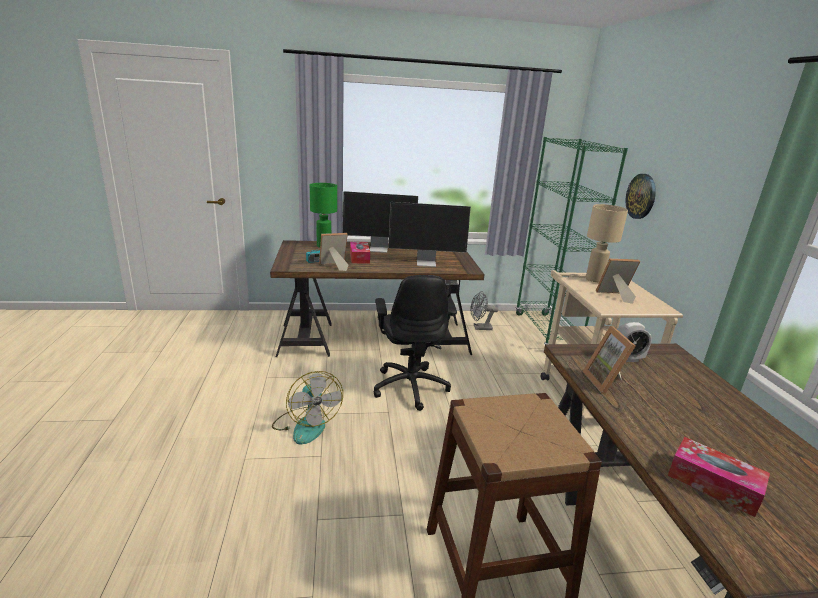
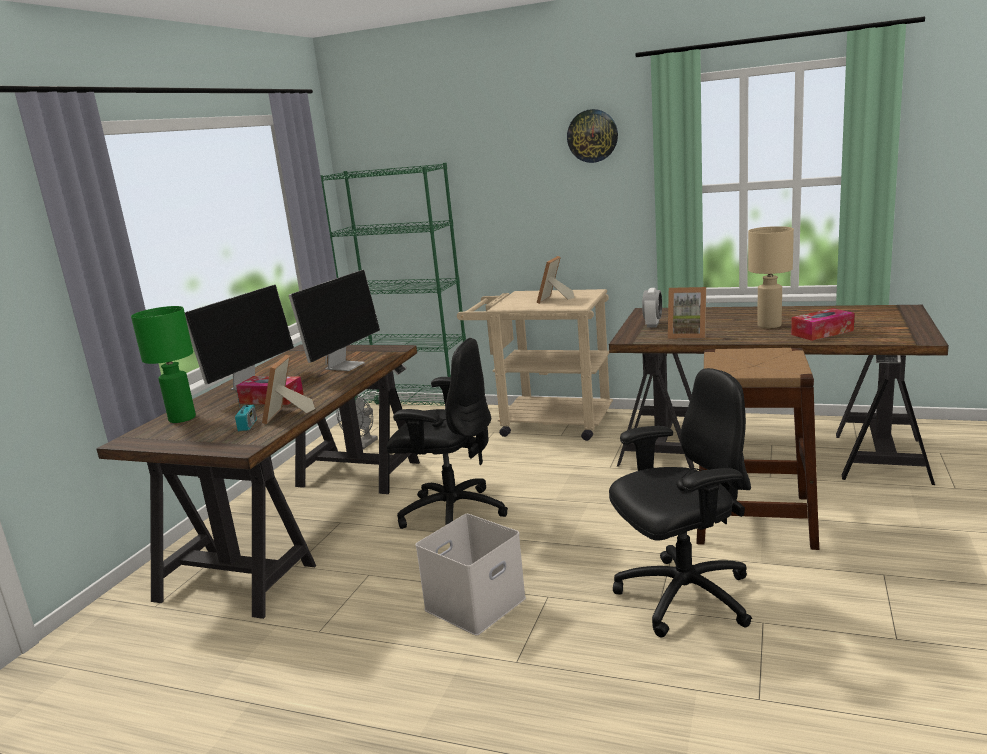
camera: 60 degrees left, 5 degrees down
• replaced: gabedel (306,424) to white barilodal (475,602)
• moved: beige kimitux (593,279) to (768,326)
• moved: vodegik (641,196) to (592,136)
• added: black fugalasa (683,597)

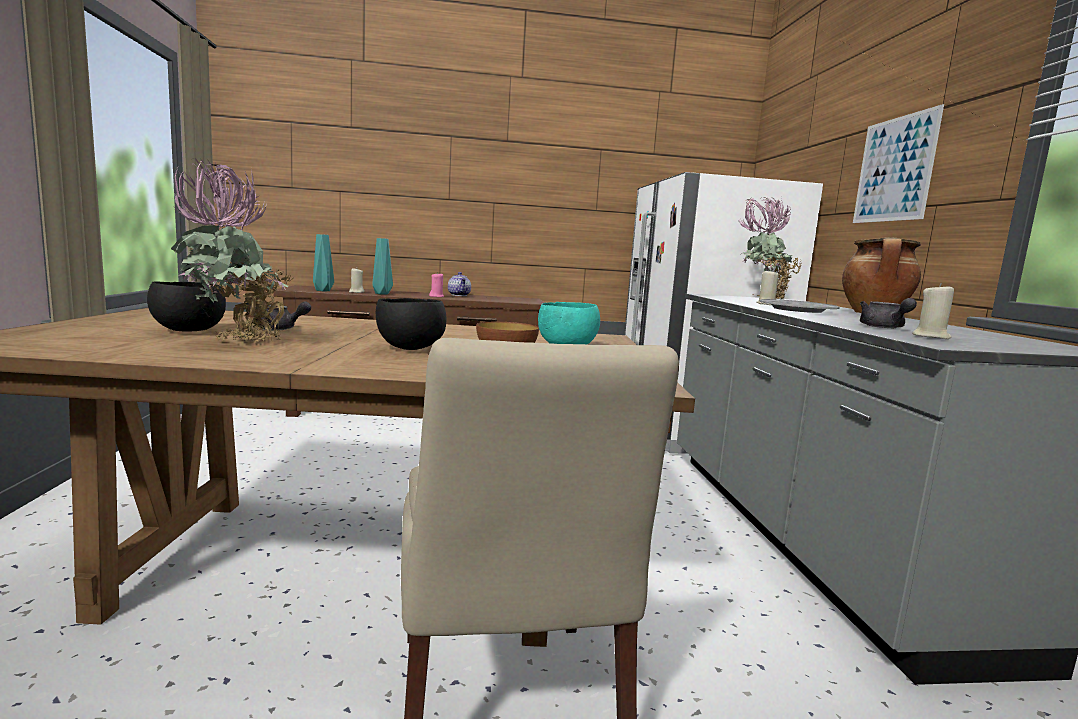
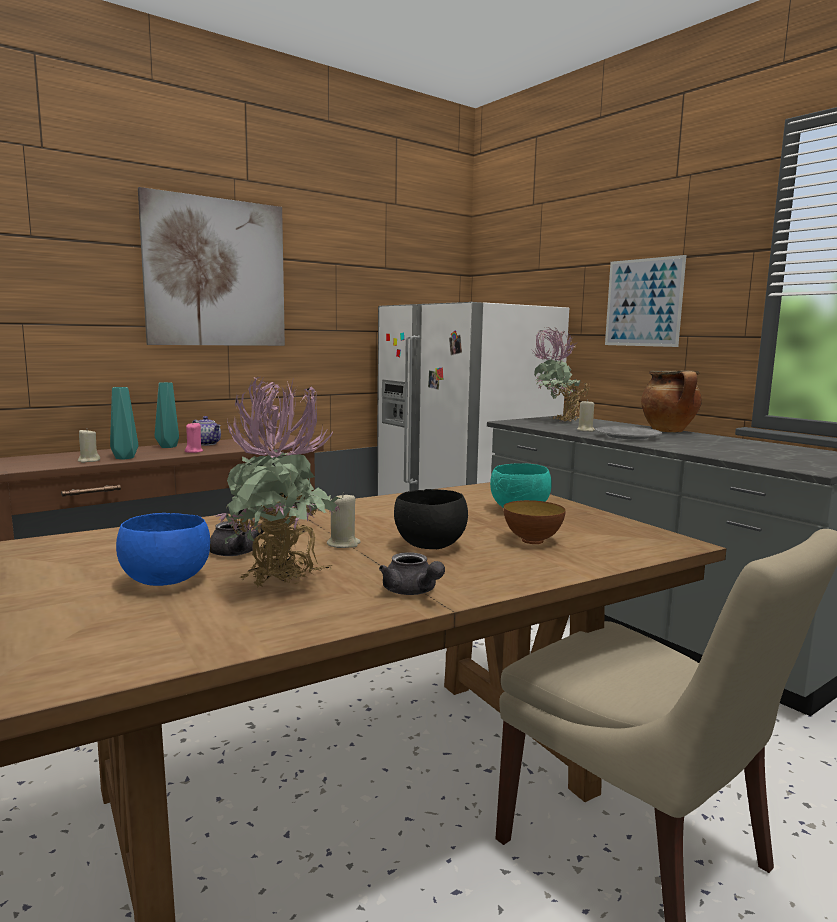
camera: 30 degrees left, 0 degrees up
• recoloured: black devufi (189,331) to blue devufi (164,581)
• moved: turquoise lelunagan (322,290) to (167,447)
• moved: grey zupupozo (884,327) to (412,592)
• moved: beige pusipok (931,337) to (343,544)
• added: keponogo (216,273)

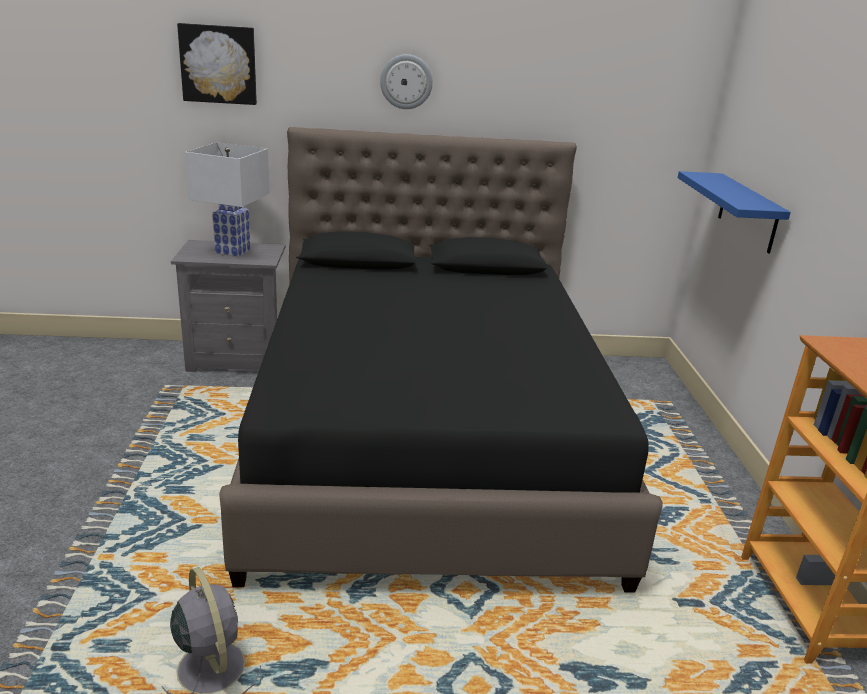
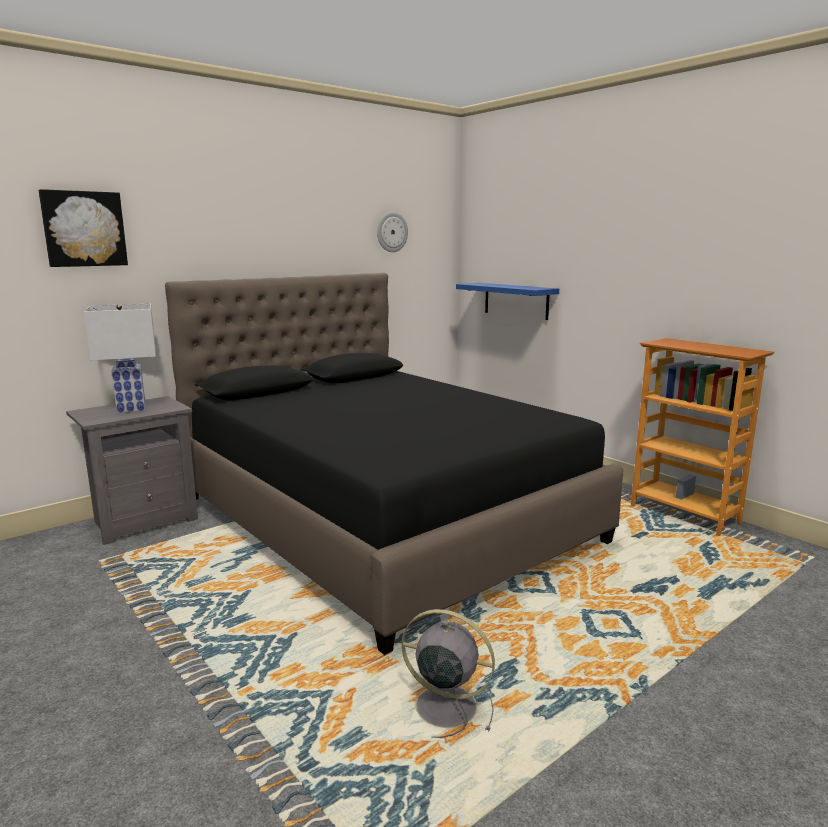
camera: 35 degrees left, 10 degrees down
• moved: vodegik (406,82) to (391,232)

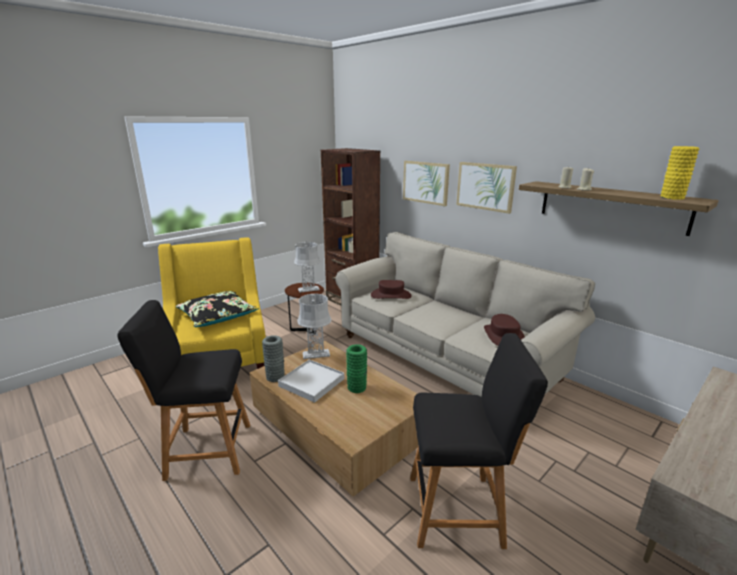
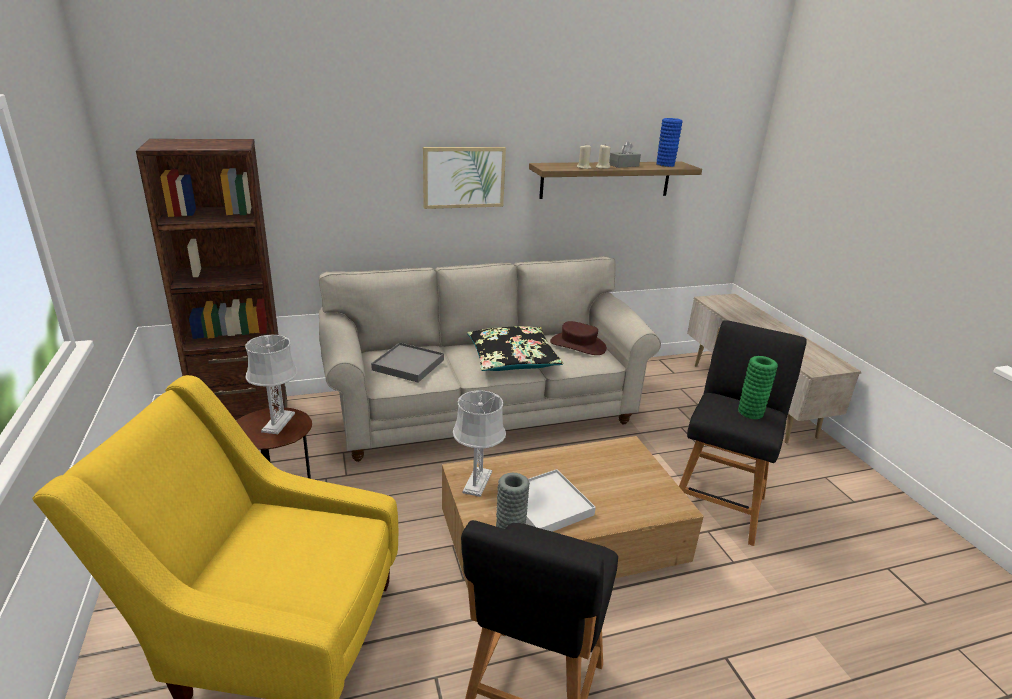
camera: 65 degrees left, 5 degrees up
• moved: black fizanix (218,316) to (512,359)
• moved: green lelunagan (357,387) to (750,412)
• replaced: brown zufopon (391,295) to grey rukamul (408,365)
• removed: keponogo (426,182)
• recoloured: yellow lelunagan (672,197) to blue lelunagan (665,165)
• added: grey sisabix (624,165)

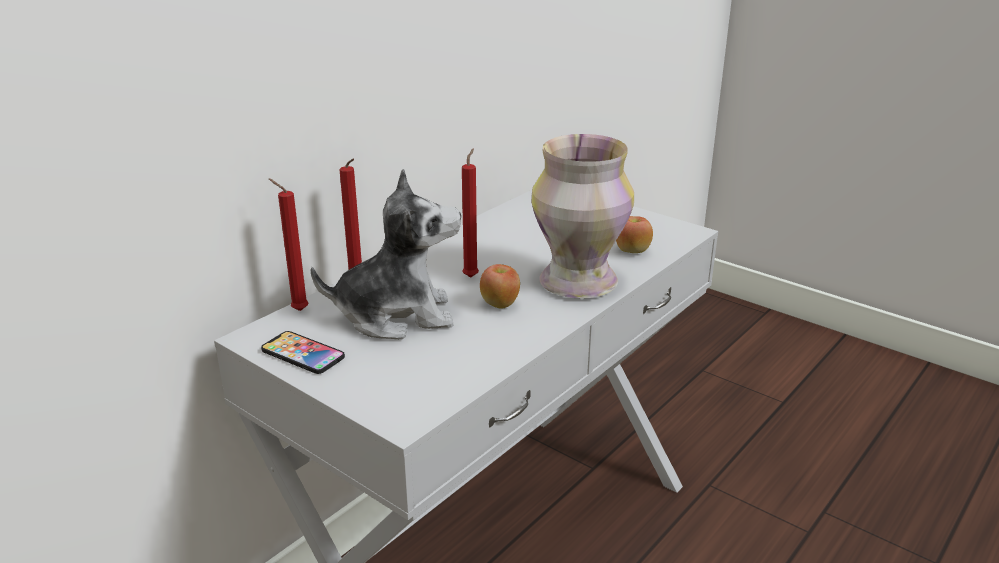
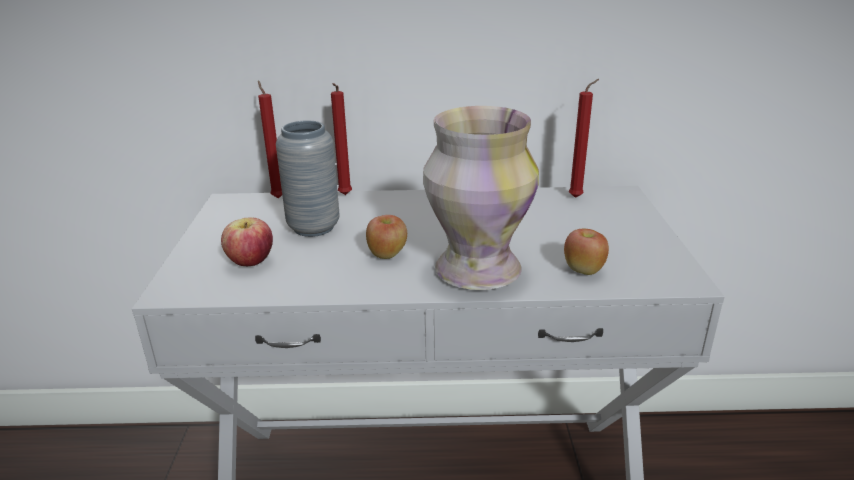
camera: 50 degrees right, 0 degrees up
• removed: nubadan (303,354)
• replaced: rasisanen (396,315) to grey lelunagan (313,227)
• moved: red pusipok (471,276) to (577,197)
• added: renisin (251,262)

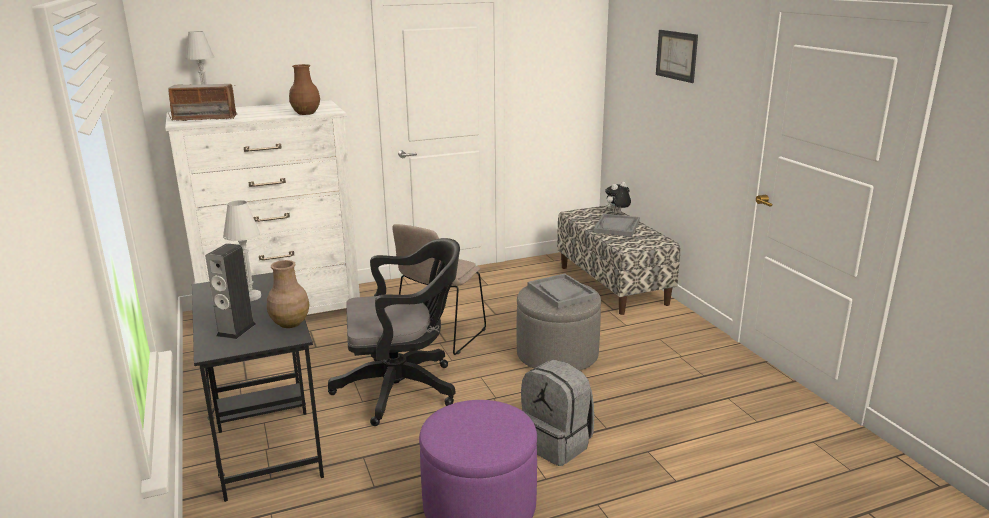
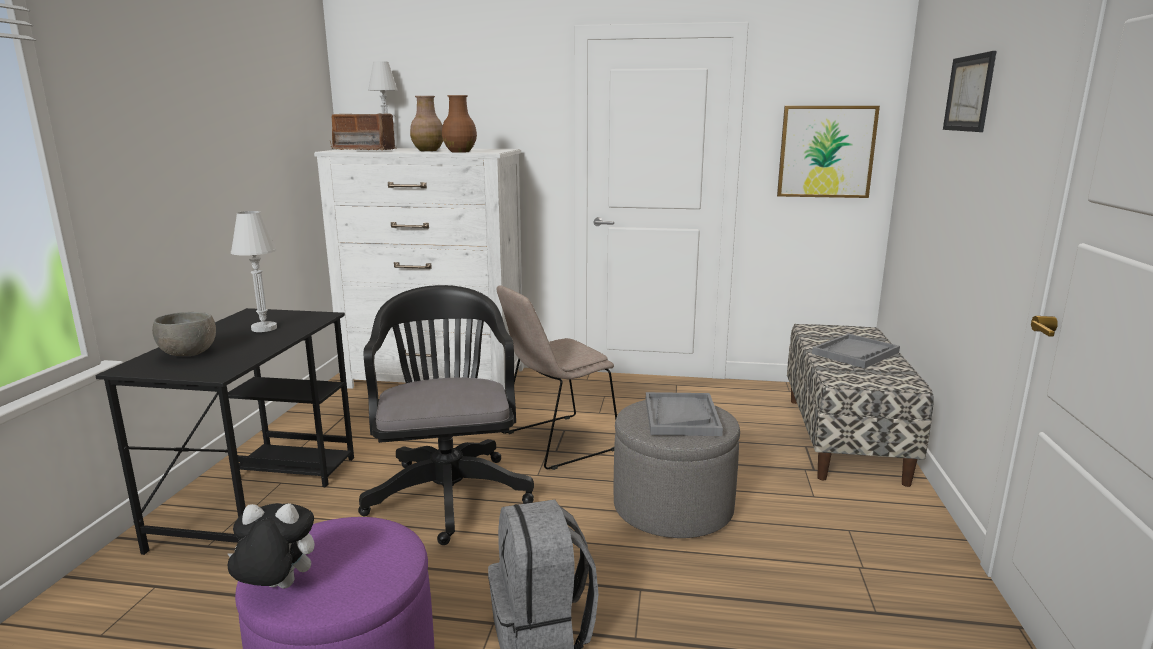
camera: 30 degrees right, 5 degrees down
• replaced: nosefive (236,330) to grey devufi (189,354)
• moved: brown lelunagan (289,323) to (428,150)
• turned: black fugalasa (403,389) = (448,491) 120 degrees counterclockwise
• moved: rasisanen (617,213) to (276,588)
• added: keponogo (826,152)

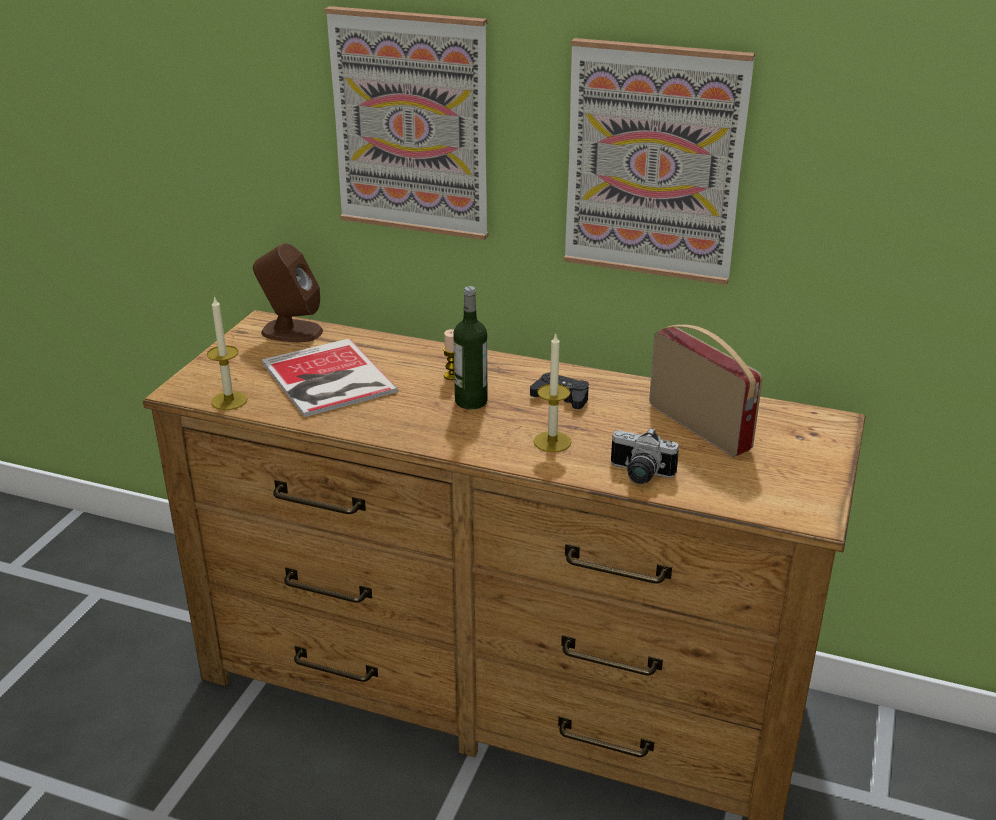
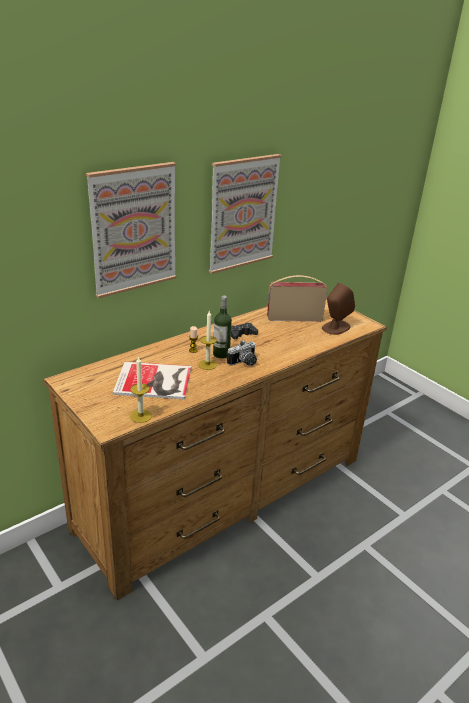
camera: 60 degrees left, 0 degrees up
• moved: brown nosefive (291,331) to (335,327)
• moved: pusipok (552,442) to (207,364)
• moved: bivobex (639,475) to (244,363)

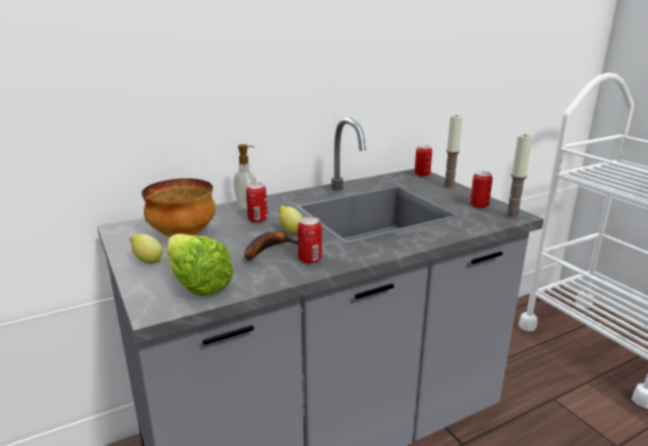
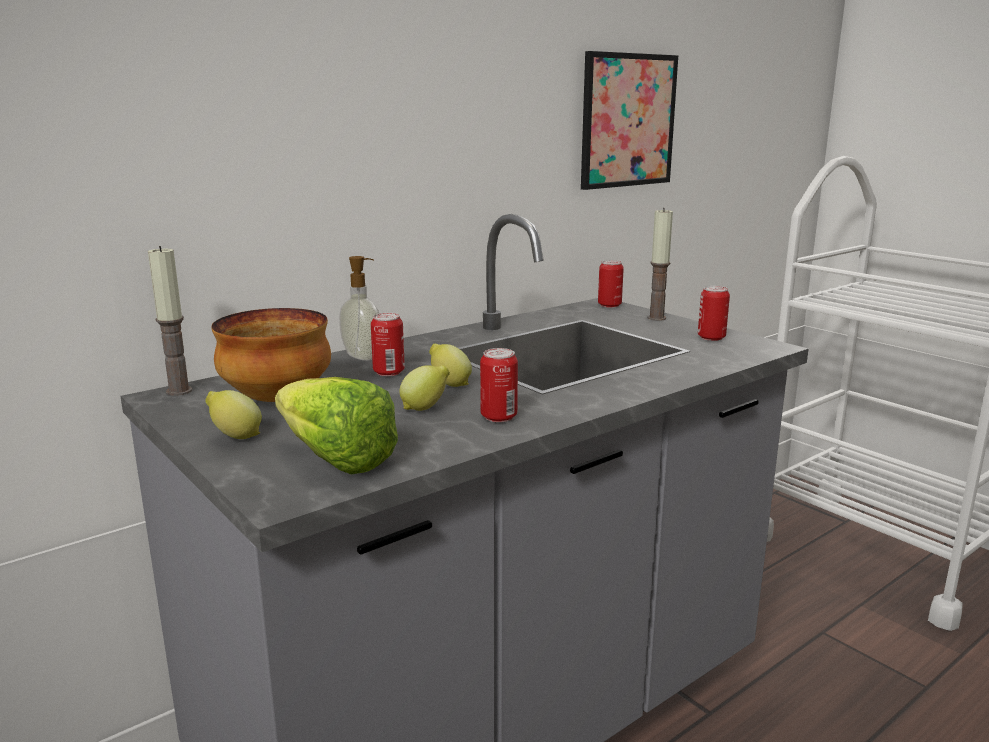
camera: 10 degrees left, 5 degrees down
• replaced: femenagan (267,249) to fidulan (425,408)
• moved: pusipok (512,216) to (179,391)
• added: keponogo (628,121)

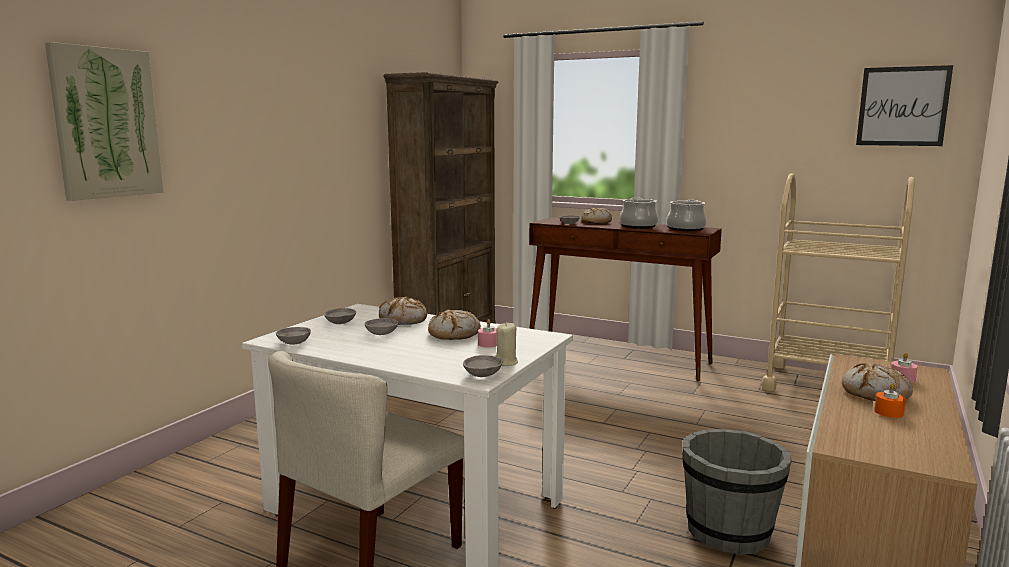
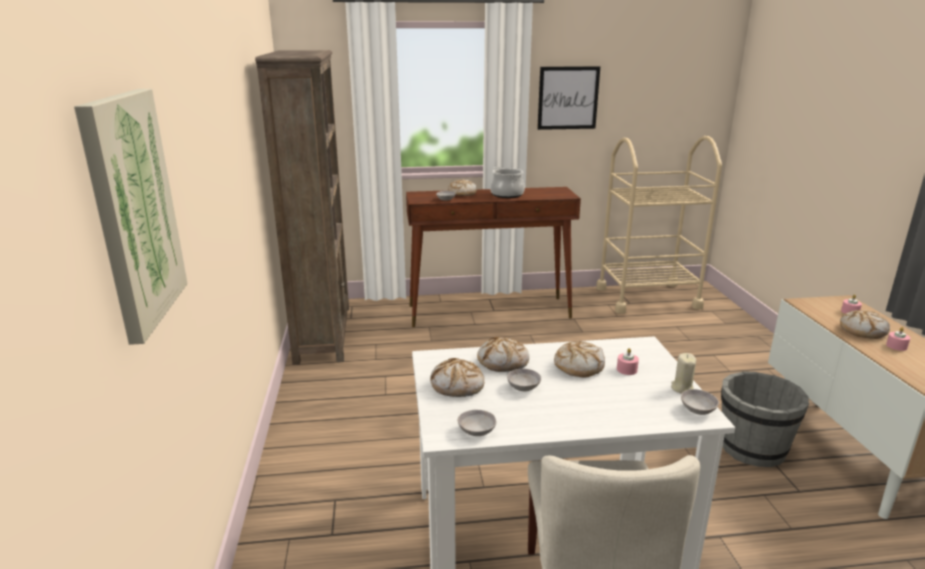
camera: 35 degrees left, 10 degrees up
• replaced: grey devufi (340,323) to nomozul (457,385)
• removed: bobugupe (686,229)
• moved: keponogo (902,106) to (568,98)
• recoloured: orange pusipok (888,412) to pink pusipok (896,346)

